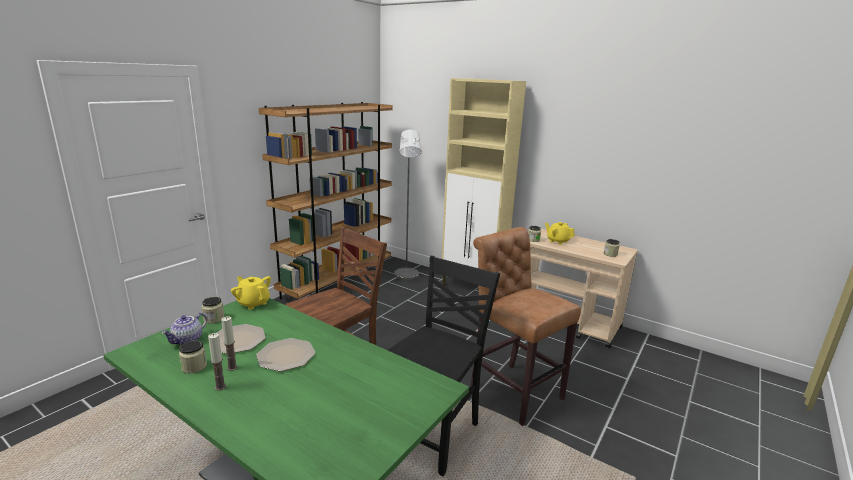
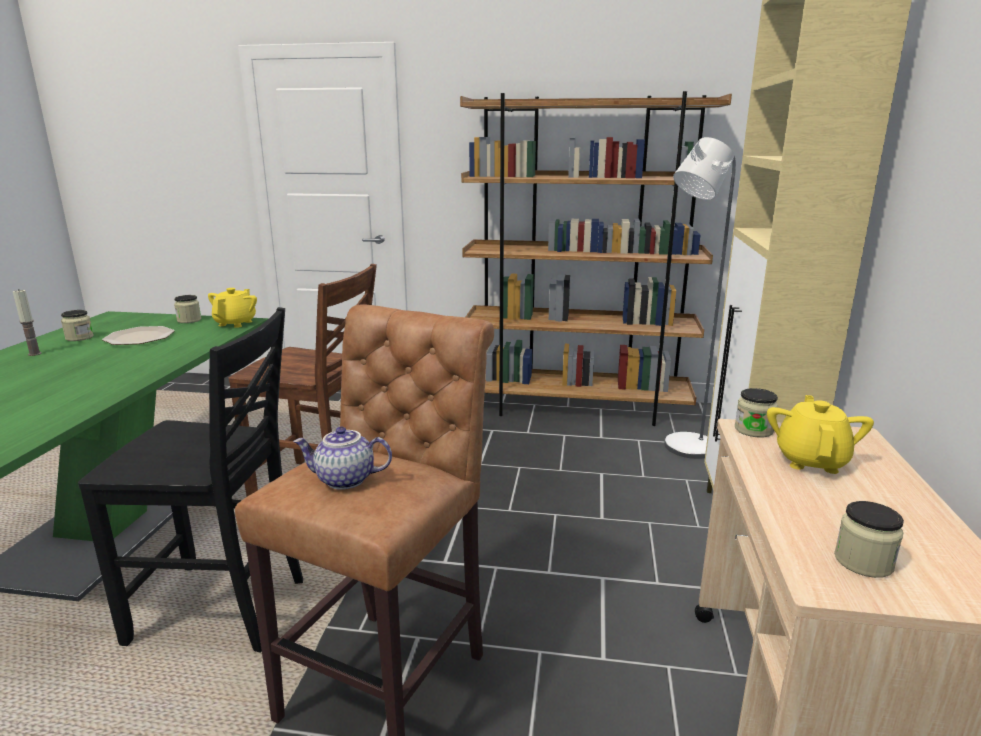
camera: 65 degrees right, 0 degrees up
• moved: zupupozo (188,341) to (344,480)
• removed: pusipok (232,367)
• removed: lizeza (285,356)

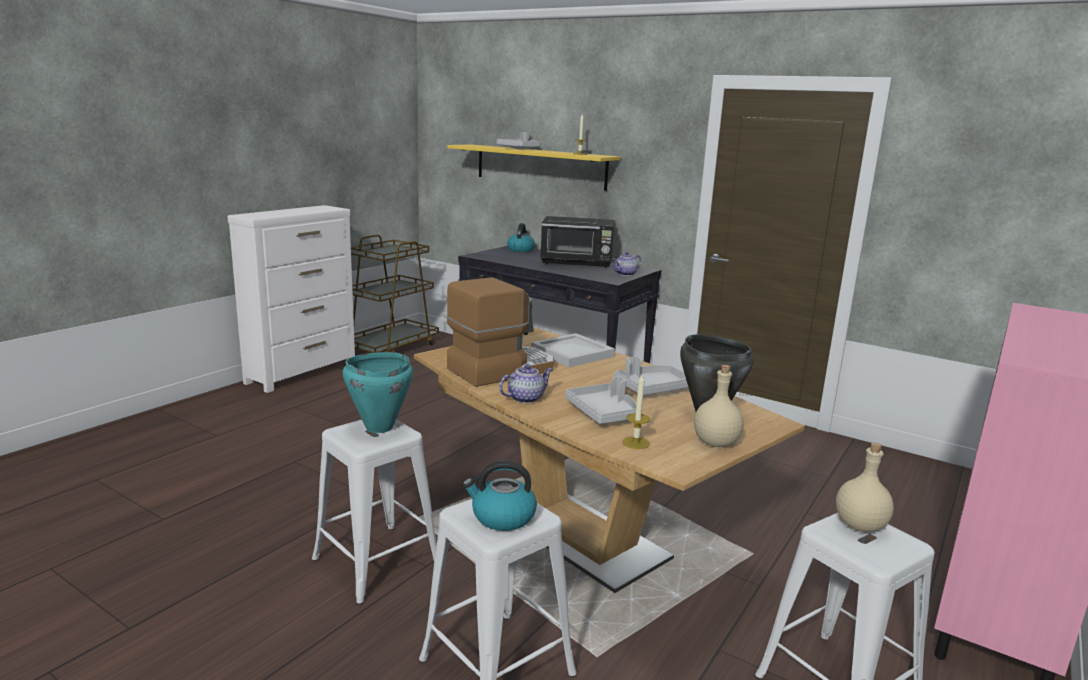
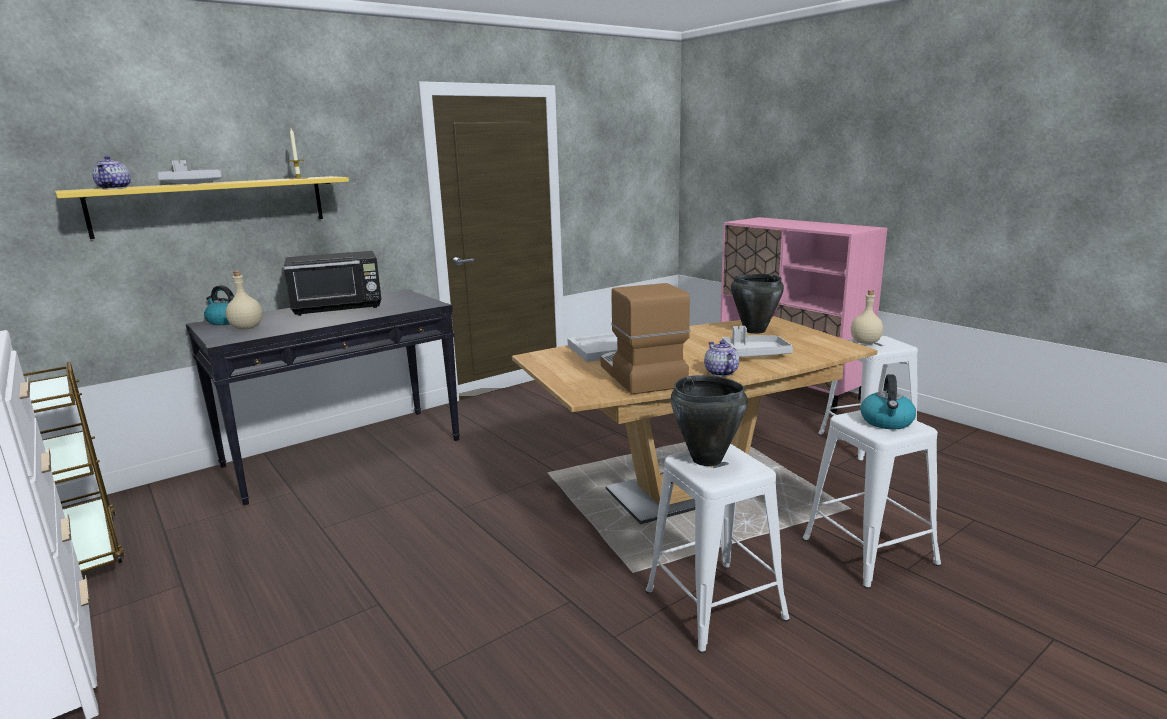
camera: 70 degrees left, 0 degrees up
• recoloured: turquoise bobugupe (378,427) to black bobugupe (706,460)
• turned: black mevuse (577,263) = (338,308) 45 degrees clockwise
• moved: zupupozo (625,274) to (115,188)
• removed: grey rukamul (652,388)
• removed: pusipok (636,443)
• moved: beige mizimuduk (716,443) to (247,328)

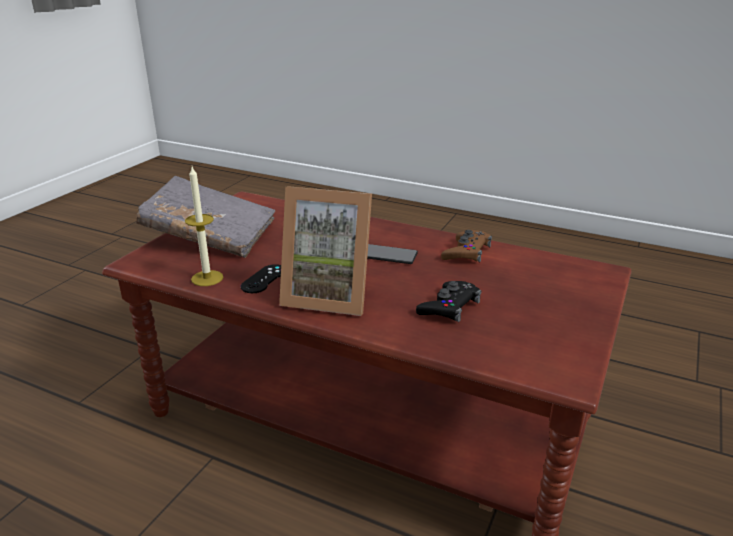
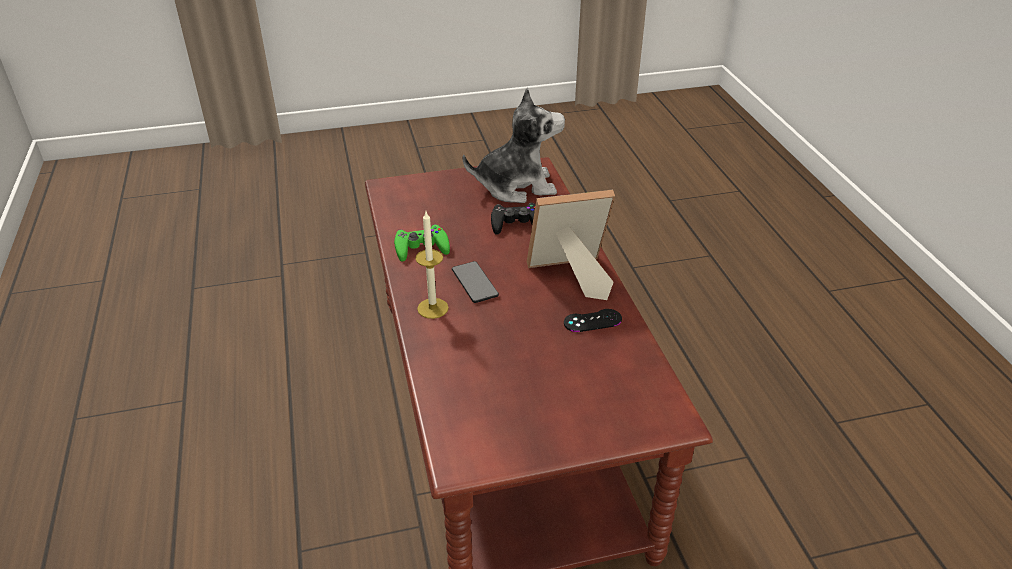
camera: 130 degrees left, 10 degrees up
• removed: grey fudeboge (210,235)
• moved: pusipok (207,278) to (432,308)
• turned: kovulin (329,295) = (569,277) 75 degrees counterclockwise
• recoloured: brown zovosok (466,252) to green zovosok (421,248)
• added: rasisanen (516,186)

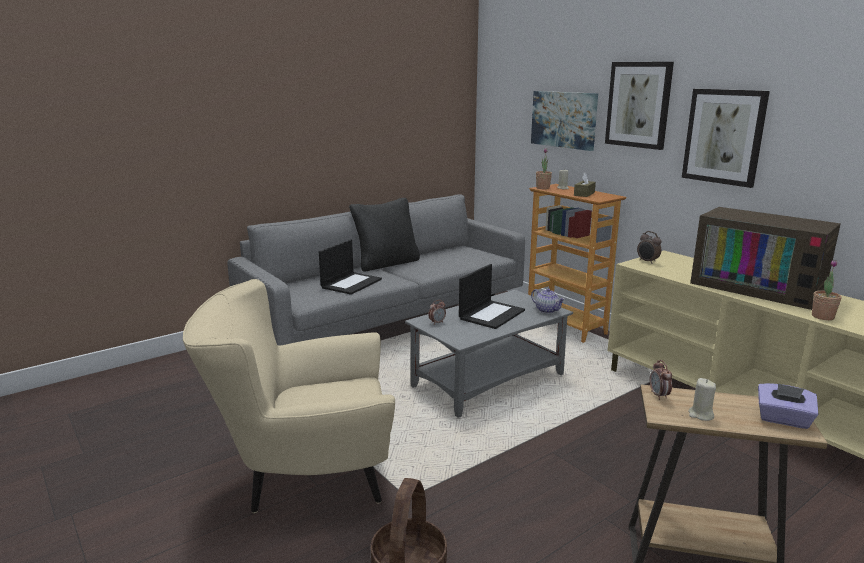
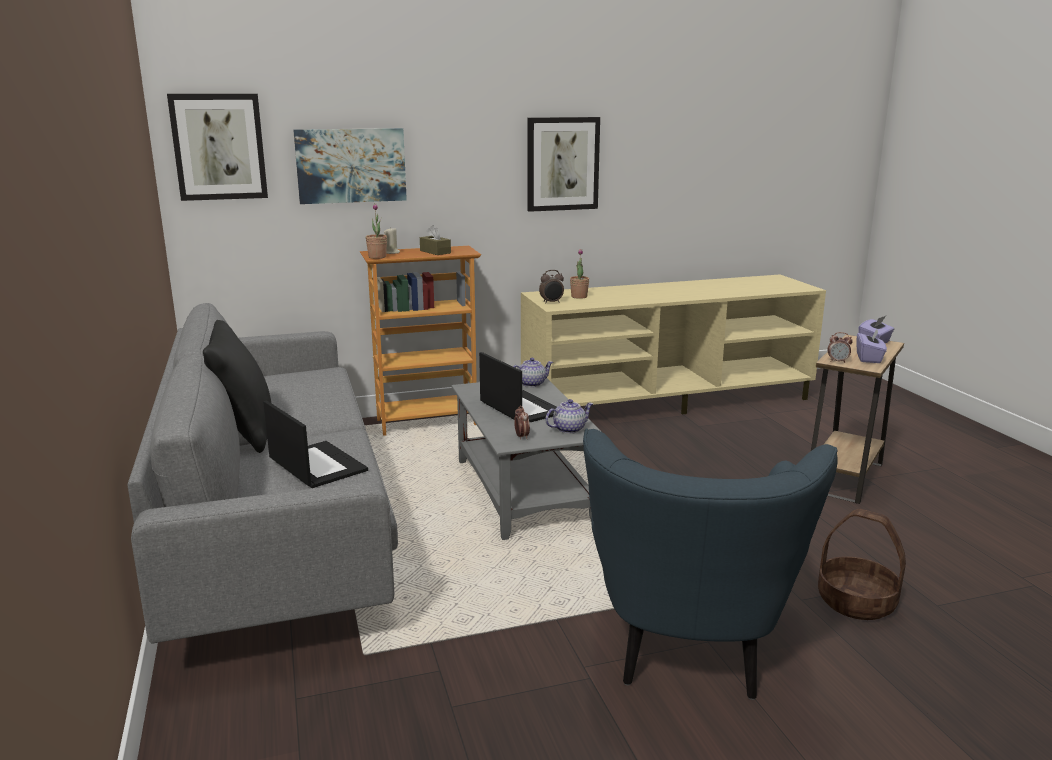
camera: 70 degrees left, 0 degrees up
• recoloured: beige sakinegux (304,478) to blue sakinegux (688,650)
• moved: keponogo (638,105) to (219,147)
• replaced: beige pusipok (700,415) to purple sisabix (869,358)
• removed: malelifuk (758,288)
• moved: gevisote (822,316) to (579,297)
• added: zupupozo (569,429)

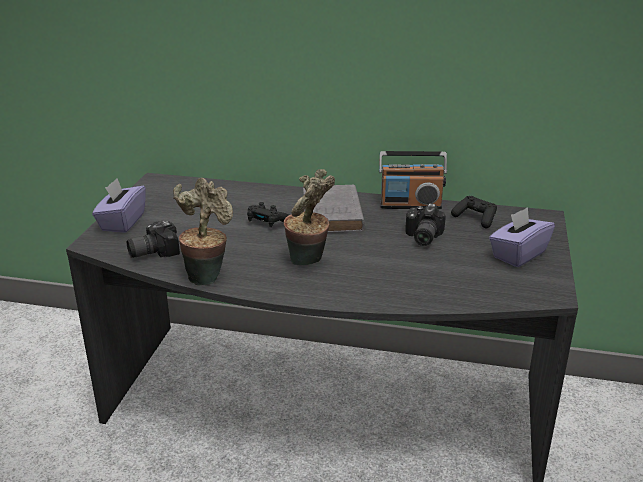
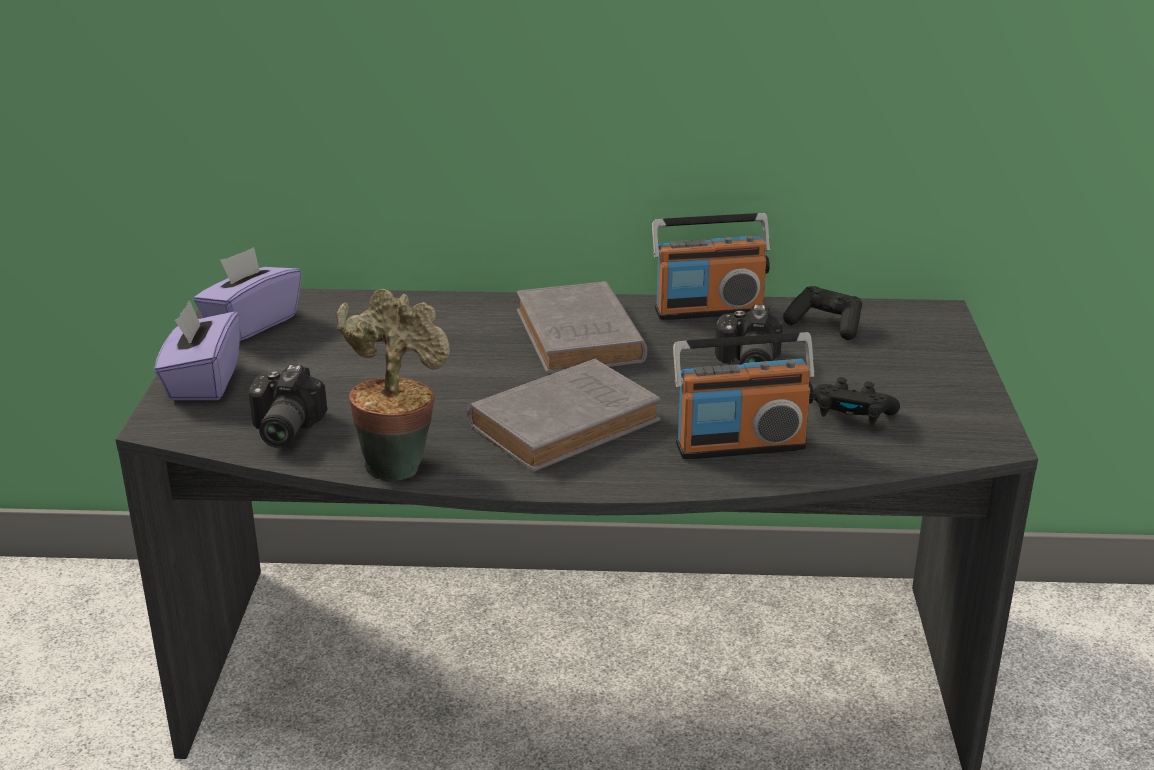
camera: 10 degrees left, 0 degrees up
• turned: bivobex (152,251) = (281,429) 45 degrees counterclockwise
• moved: black zovosok (267,223) to (851,416)
• replaced: gevisote (308,261) to grey fudeboge (568,422)
• moved: purple sisabix (518,254) to (251,323)
• added: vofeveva (740,445)

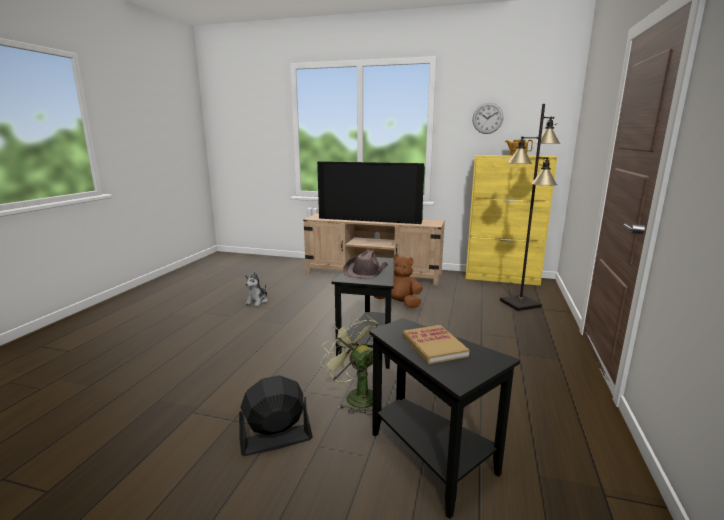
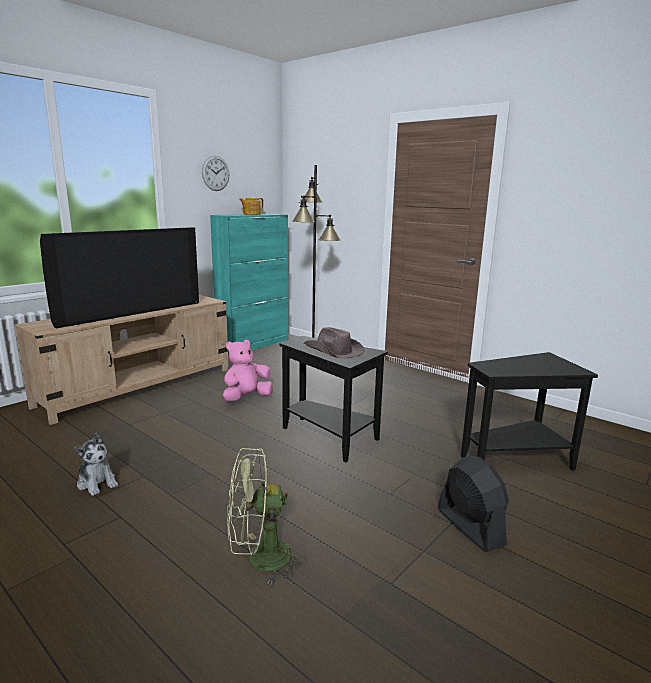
camera: 65 degrees left, 0 degrees up
• turned: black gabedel (276,440) = (470,526) 150 degrees clockwise
• moved: green gabedel (356,396) to (259,559)
• recoloured: brown rasisanen (398,303) to pink rasisanen (246,398)
• removed: fudeboge (434,346)
• recoloured: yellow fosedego (502,278) to turquoise fosedego (254,345)

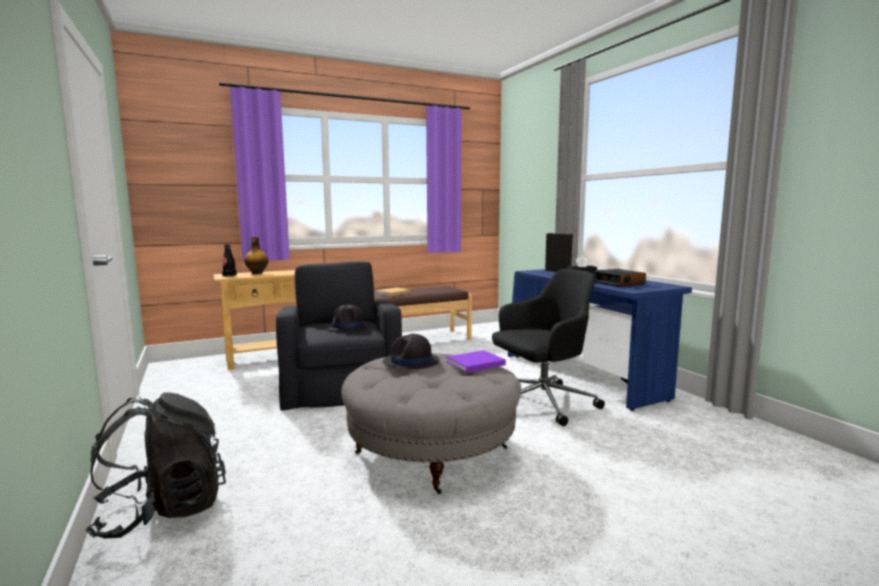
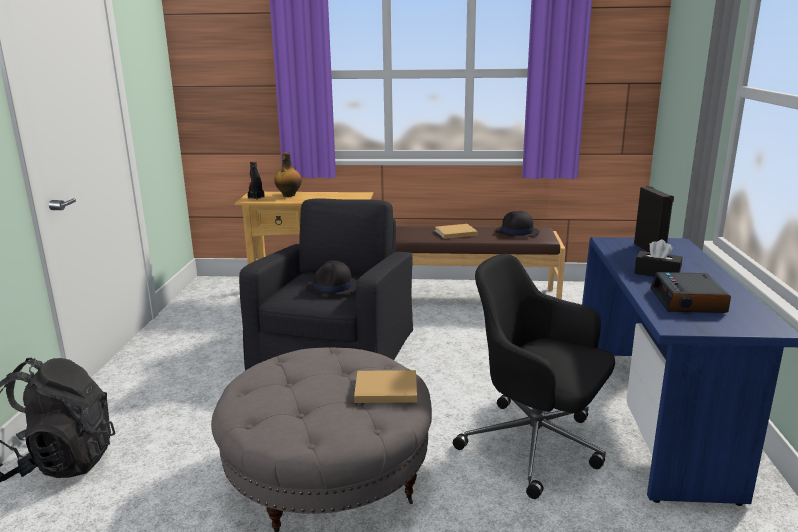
camera: 30 degrees right, 10 degrees up
• moved: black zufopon (411,362) to (517,232)
• recoloured: purple fudeboge (474,363) to beige fudeboge (384,389)
• turned: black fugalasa (541,402) = (536,446) 150 degrees counterclockwise

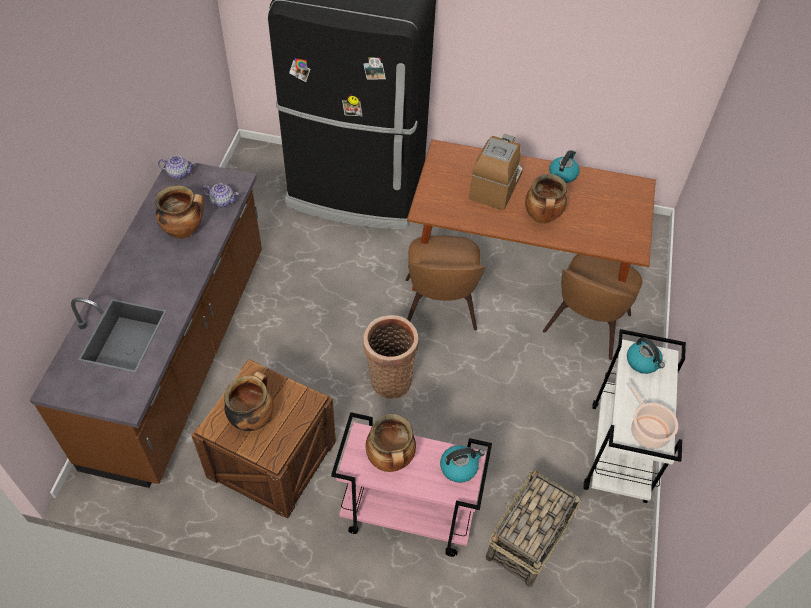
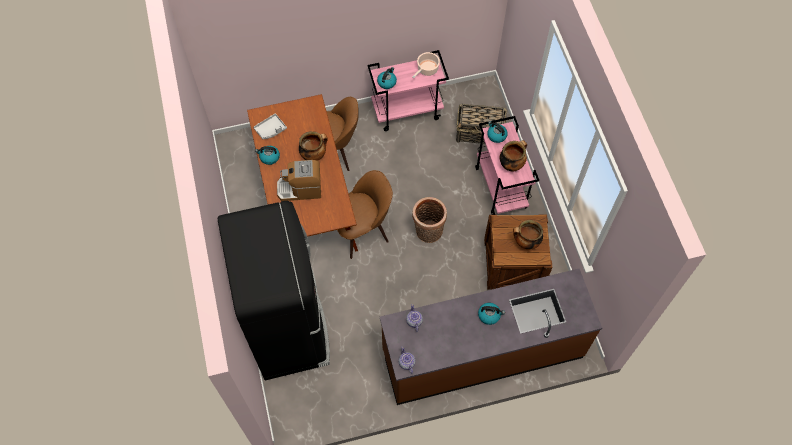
camera: 115 degrees left, 10 degrees up
• removed: bobugupe (184,230)
• recoloured: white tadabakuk (619,453) to pink tadabakuk (407,111)
• added: grey rukamul (271,129)
• added: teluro (489,315)

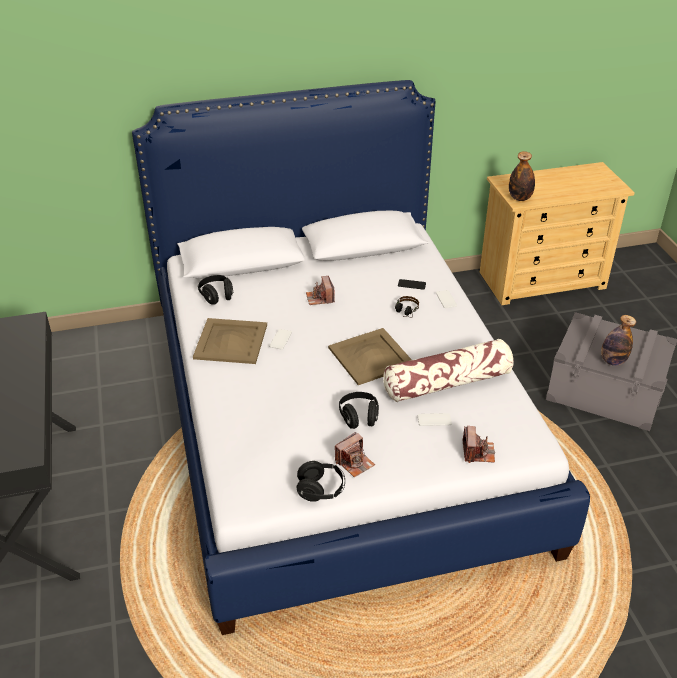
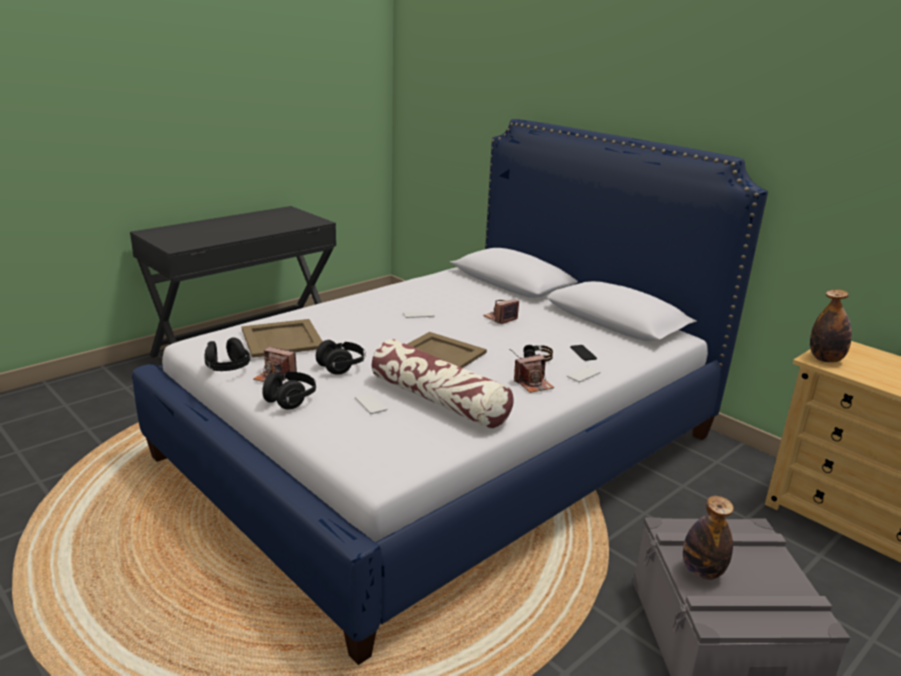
camera: 60 degrees right, 15 degrees down
• moved: beige rukamul (230,341) to (282,338)
• moved: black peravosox (217,296) to (290,400)
• moved: bivobex (478,452) to (533,384)

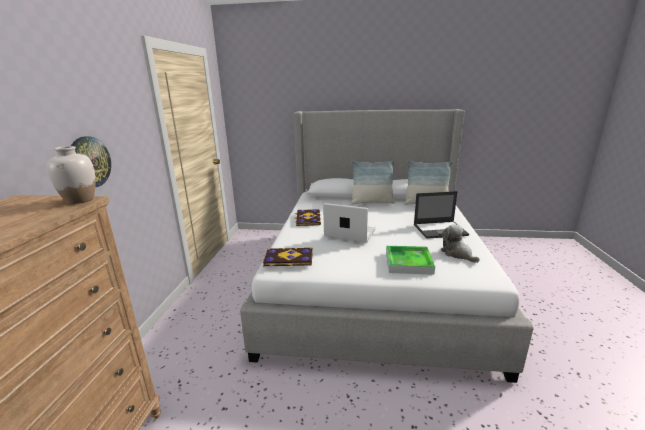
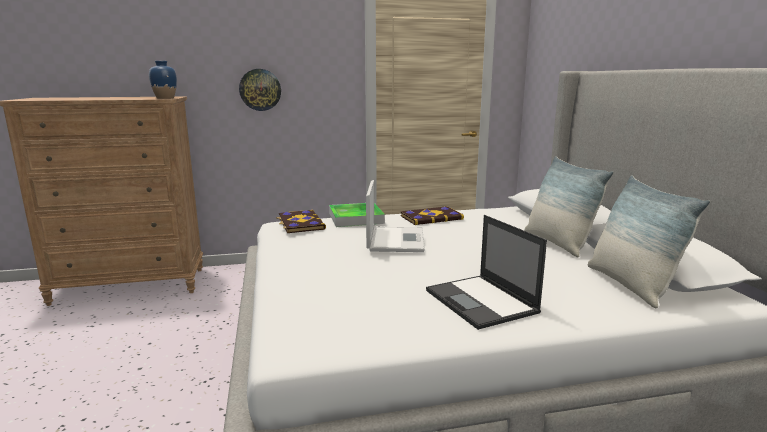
camera: 70 degrees right, 5 degrees down
• recoloured: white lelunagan (80,200) to blue lelunagan (165,98)
• moved: rukamul (408,262) to (356,218)
• removed: rasisanen (457,254)

